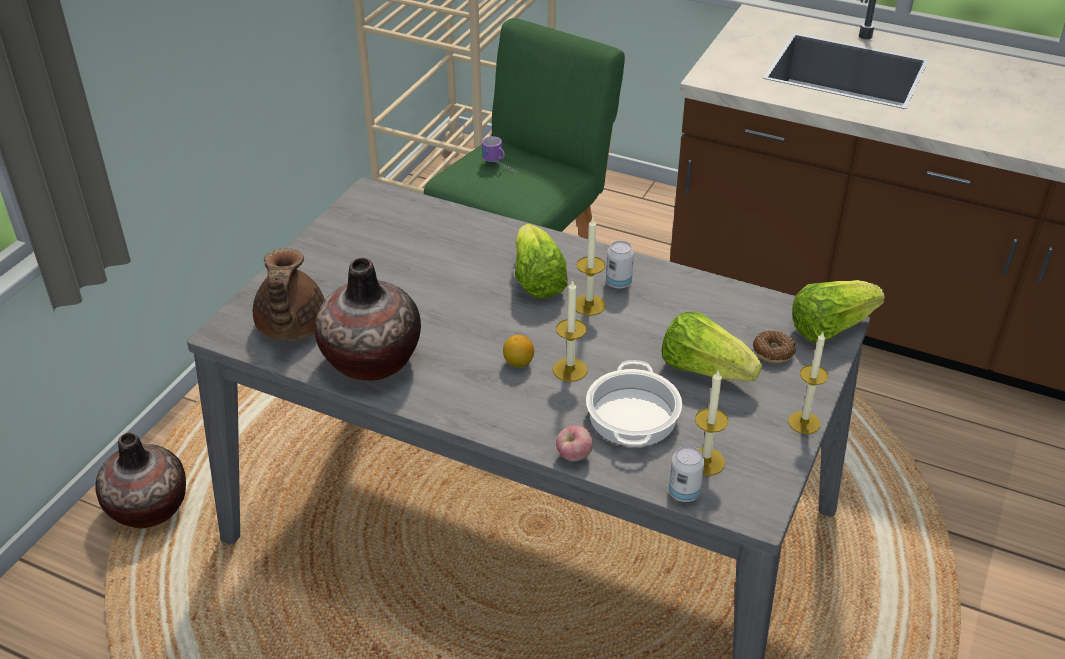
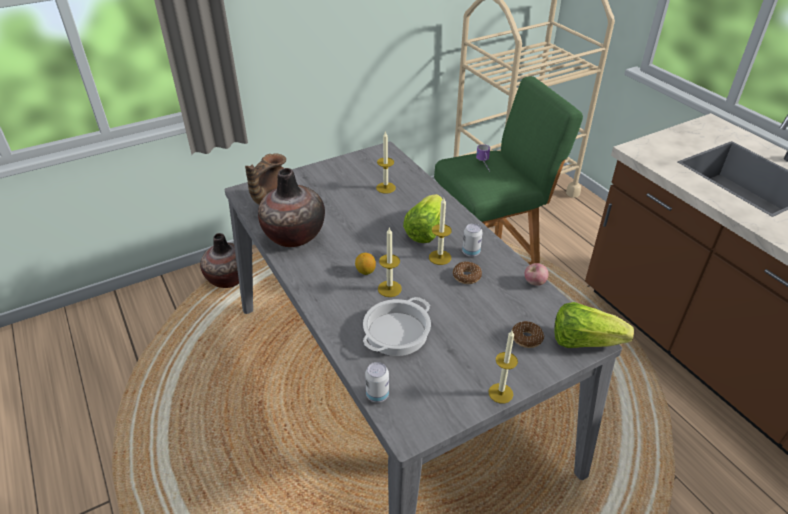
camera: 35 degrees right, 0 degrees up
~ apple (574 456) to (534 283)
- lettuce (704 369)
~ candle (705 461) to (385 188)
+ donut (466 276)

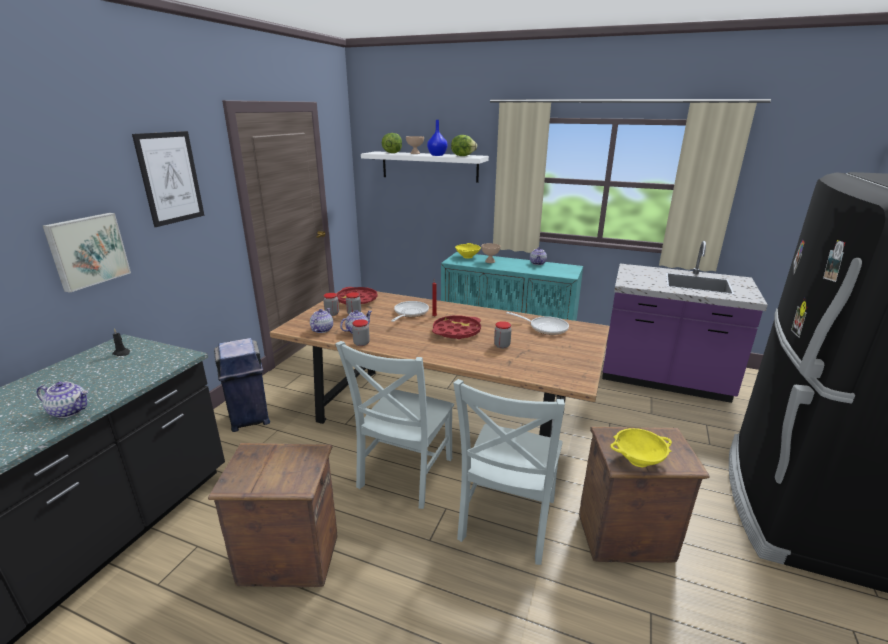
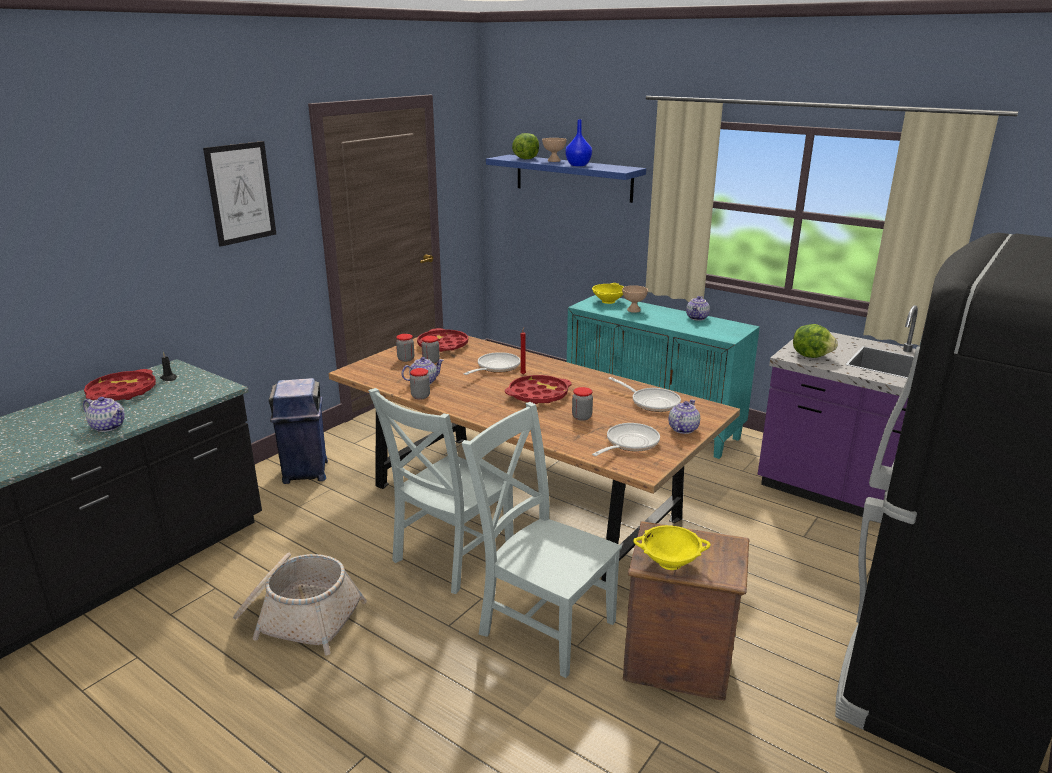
camera: 15 degrees right, 0 degrees up
- picture (87 250)
~ crate (290 560) to basket (298 617)
~ teapot (322 329) to (682 429)
~ white shelf (429 166) to blue shelf (573 178)
~ lettuce (463 156) to (811 355)
~ grey chair (506 522) = (543 624) 90 degrees clockwise
+ red tray (122 392)
+ frying pan (629 443)

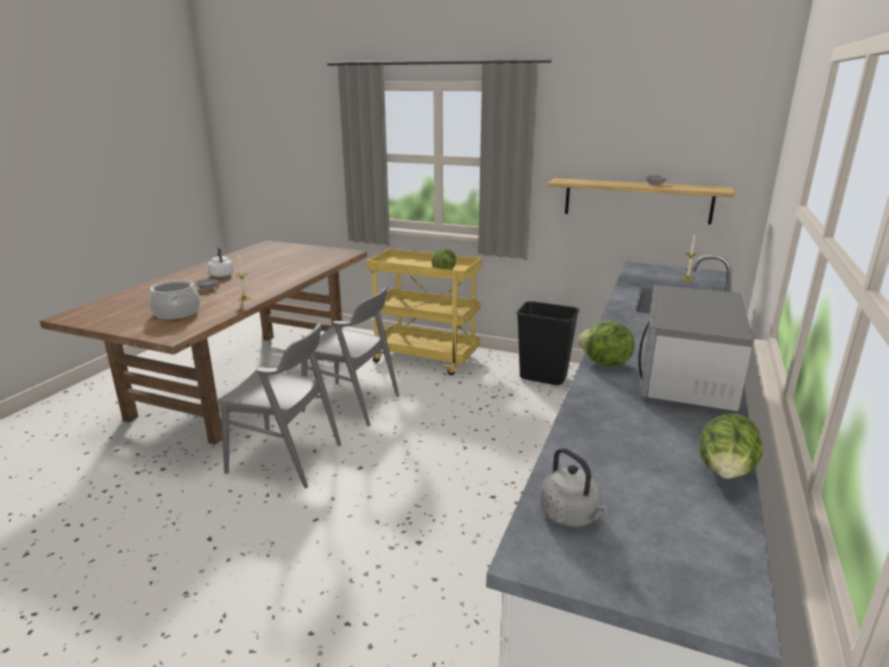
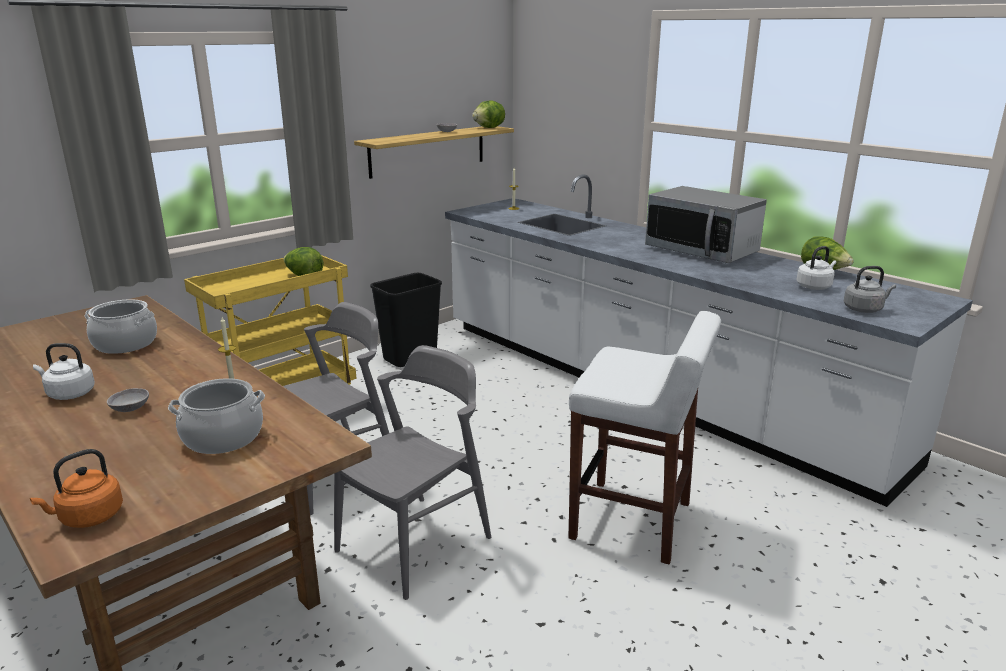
camera: 65 degrees left, 0 degrees up
~ lettuce (604 363) to (489 128)
+ orange kettle (88 518)
+ cooking pot (125 344)
+ white stool (633 521)
+ white kettle (814 286)

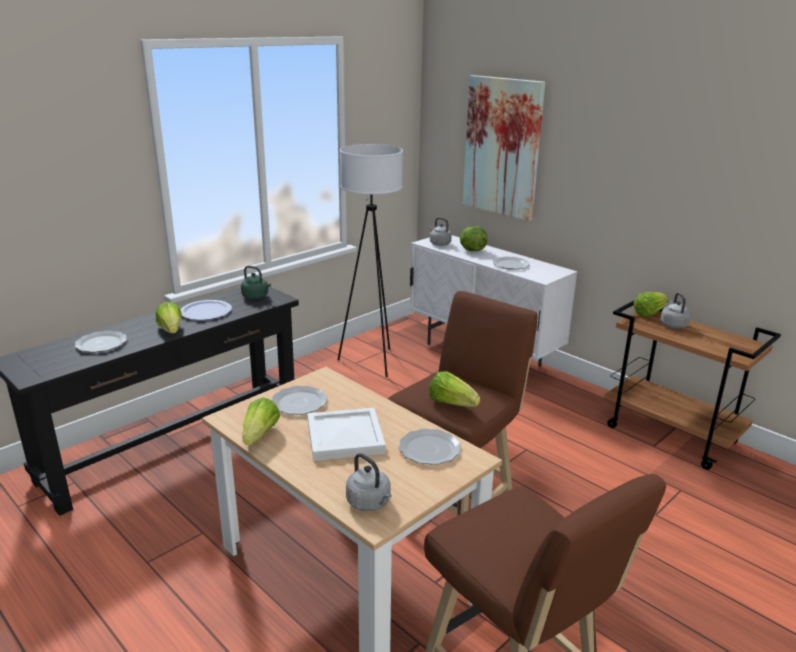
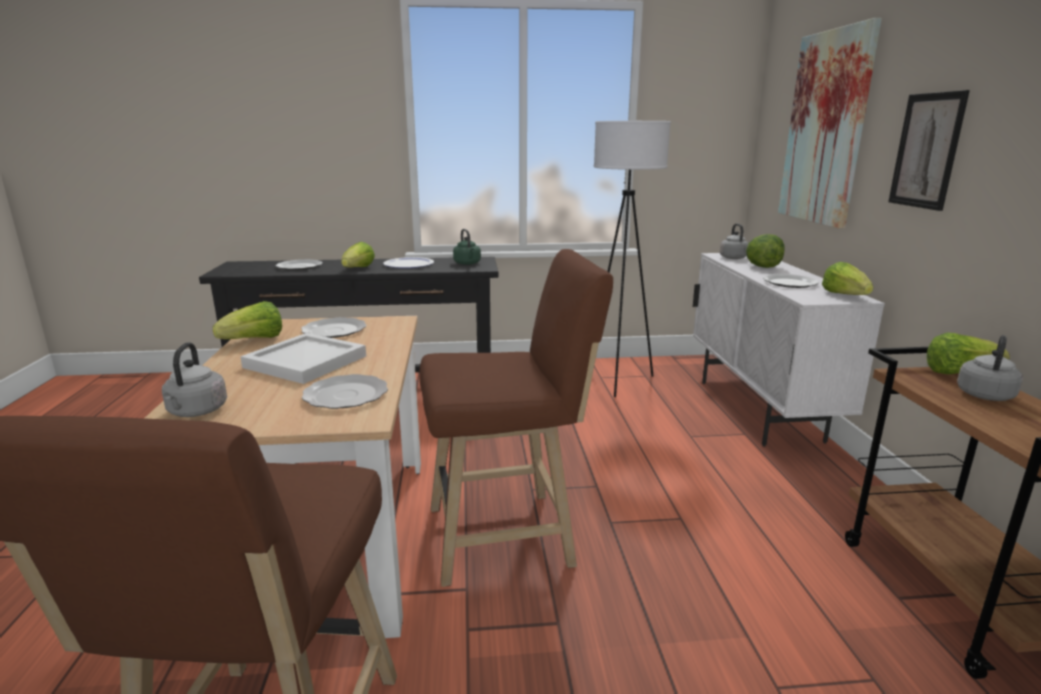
camera: 40 degrees right, 5 degrees down
~ lettuce (452 403) to (844 295)
+ picture (926 151)

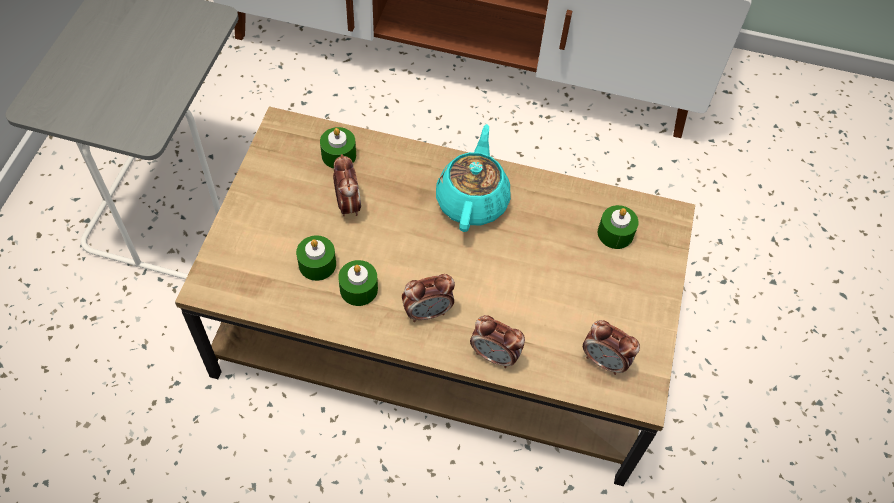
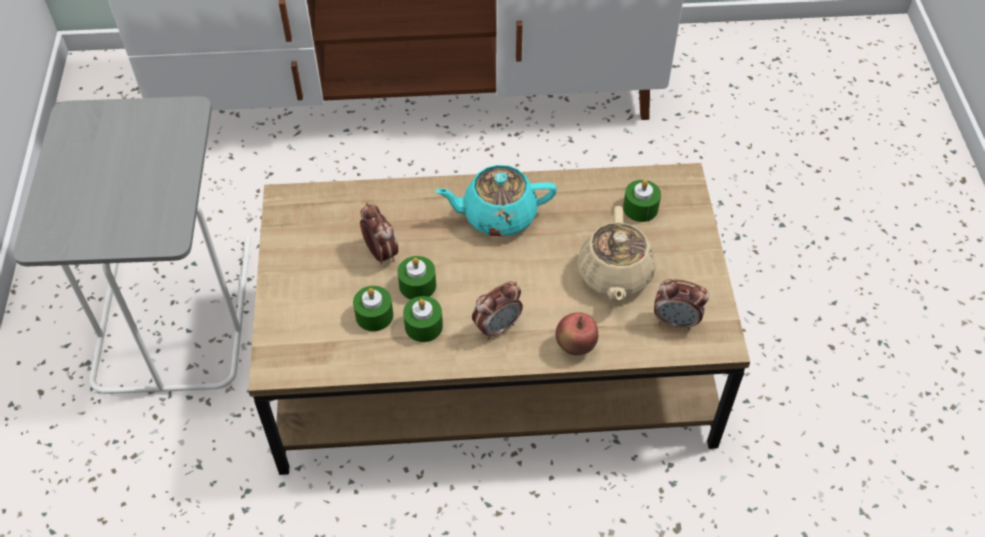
camera: 15 degrees left, 5 degrees down
~ green candle (339 155) to (417 285)
~ turquoise teapot (472 200) = (497 215) 90 degrees counterclockwise
~ alarm clock (495 355) to apple (575 346)
+ beige teapot (614 276)

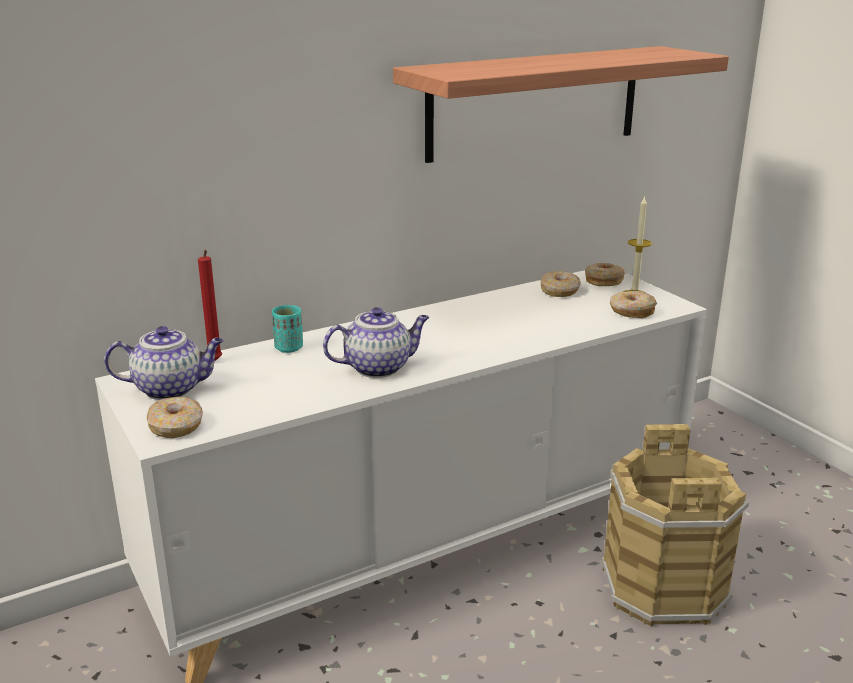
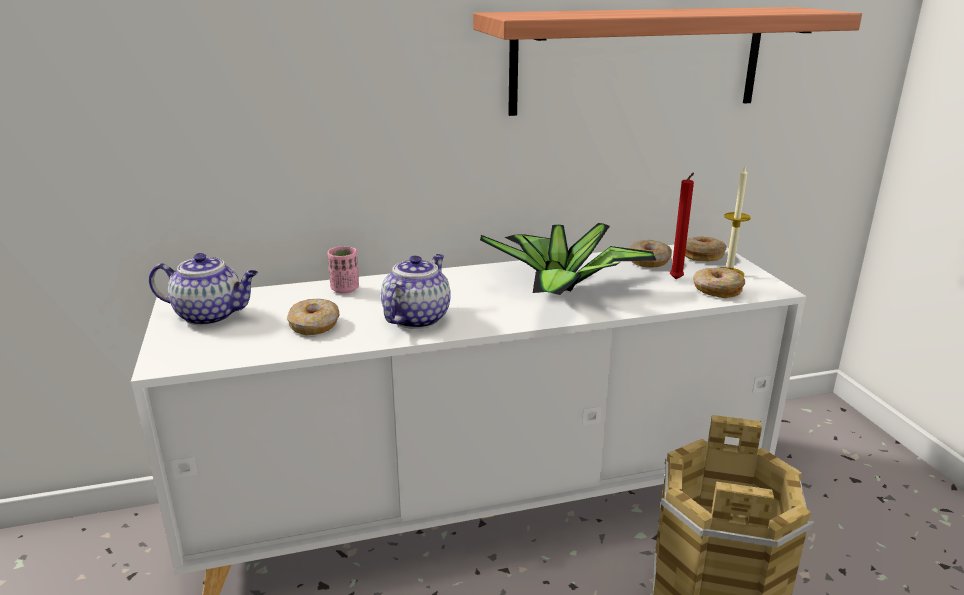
camera: 15 degrees right, 0 degrees up
~ donut (176 426) to (314 325)
~ red candle (215 361) to (676 280)
~ turquoise cup (289 348) to pink cup (345 289)
~ teapot (379 367) = (416 318) 60 degrees counterclockwise
+ potted plant (563 290)

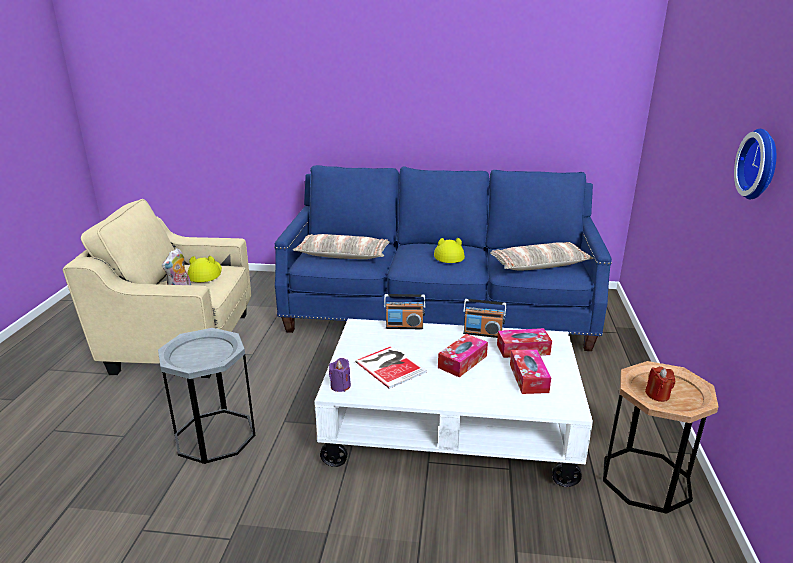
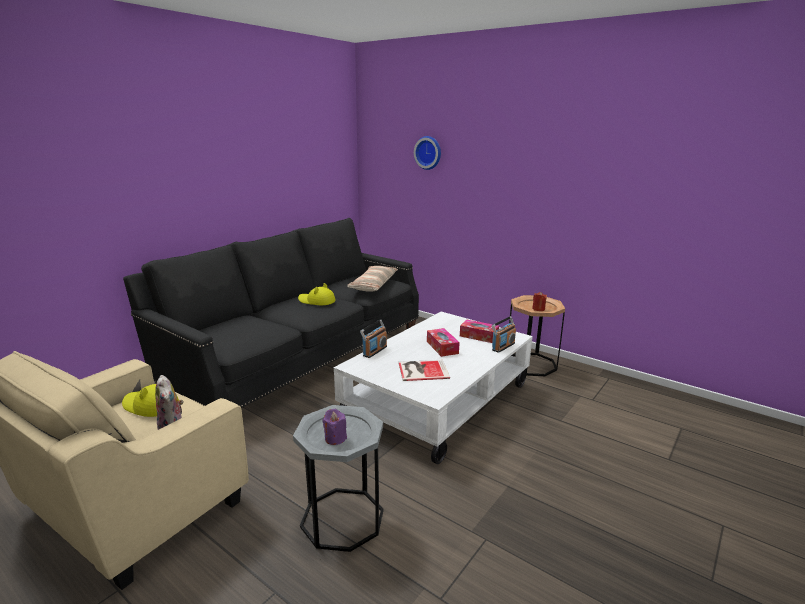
camera: 60 degrees left, 5 degrees down
~ blue sofa (439 311) to black sofa (299 356)
- pillow (343 255)
~ purple candle (340 386) to (335 438)
~ radio (482 333) to (503 346)
- tissue box (523 349)
~ wall clock (761 164) to (428 152)

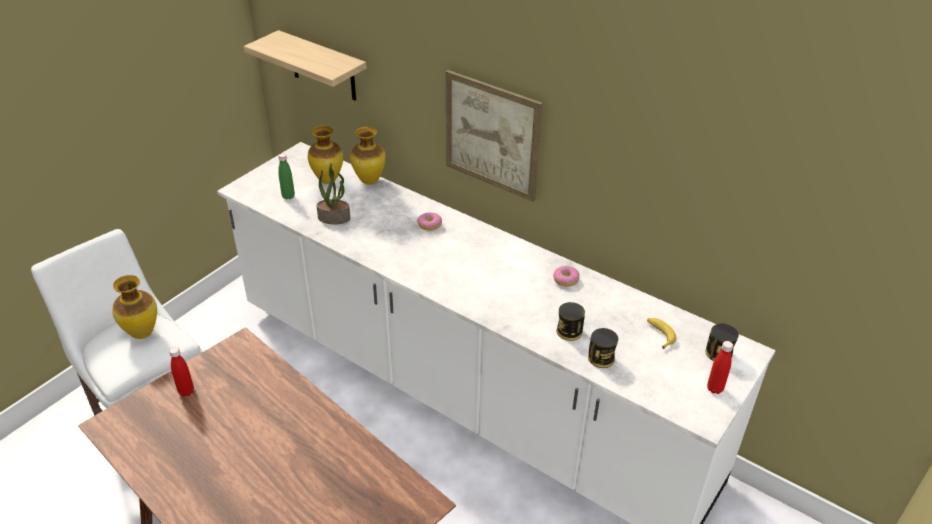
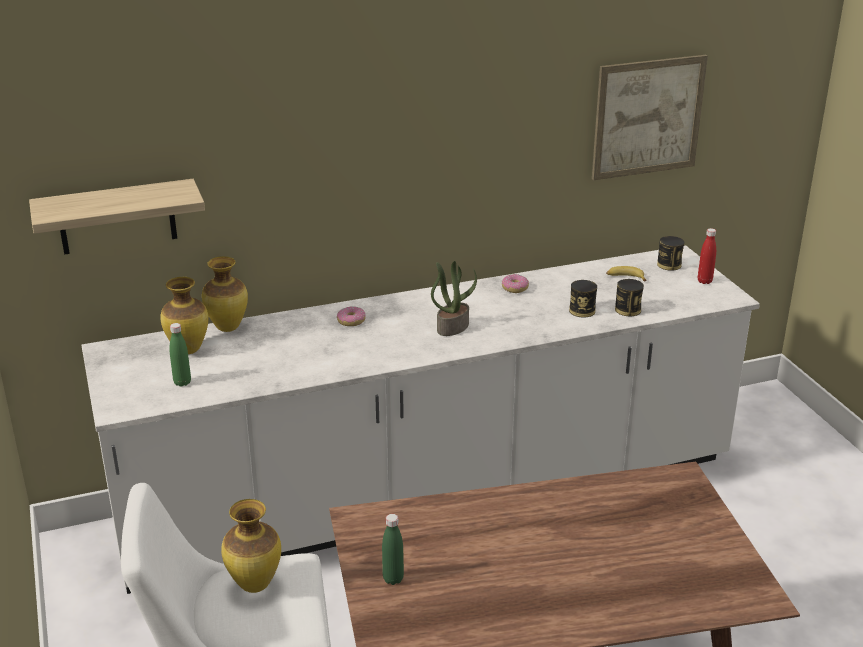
camera: 55 degrees left, 10 degrees down
~ red bottle (186 391) to green bottle (393 579)
~ potted plant (334 218) to (452 327)
~ picture (492 135) to (647 117)

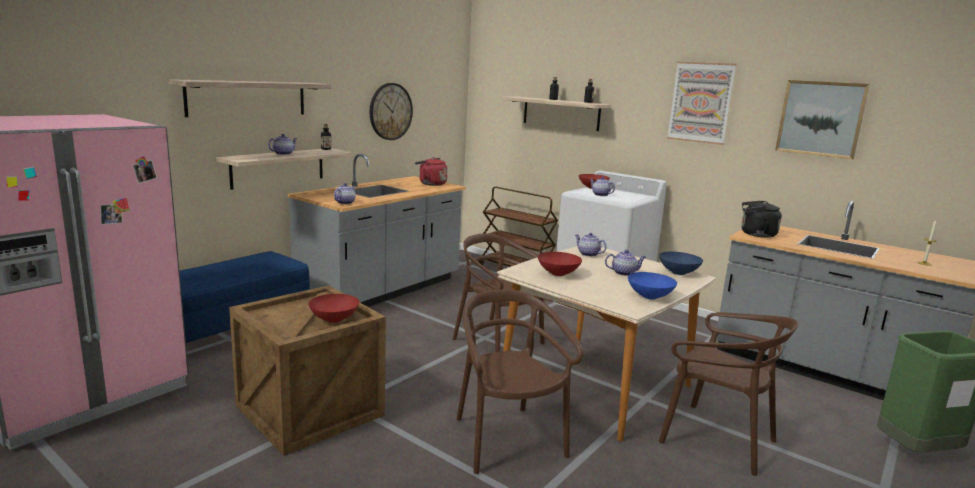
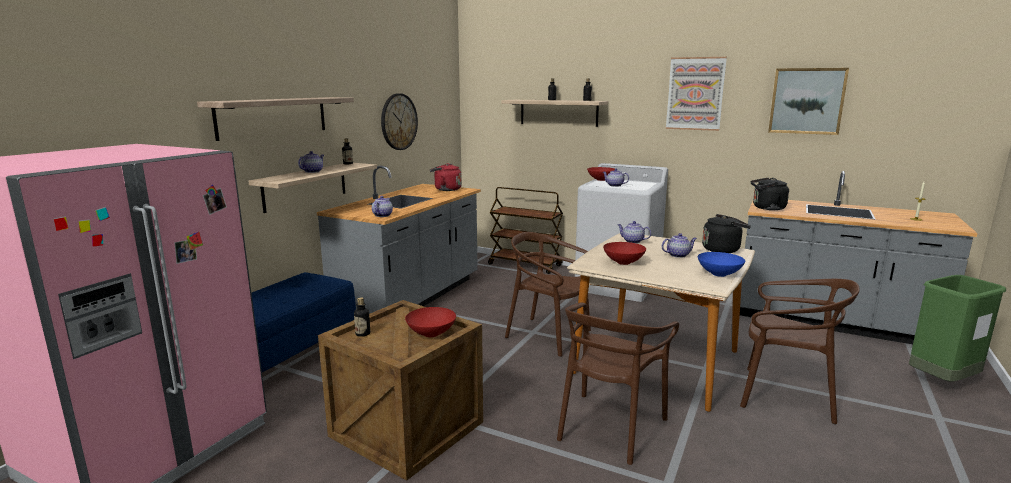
camera: 10 degrees left, 0 degrees up
~ brown chair (506 439) = (609 427) 120 degrees counterclockwise
~ blue bowl (679 273) to black kettle (723 249)
+ bottle (363 334)

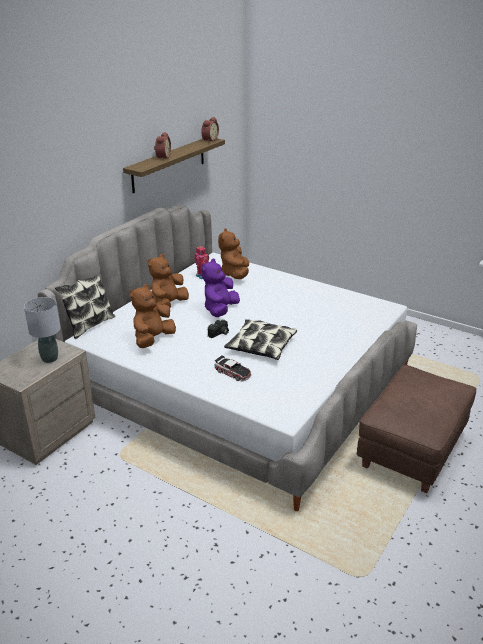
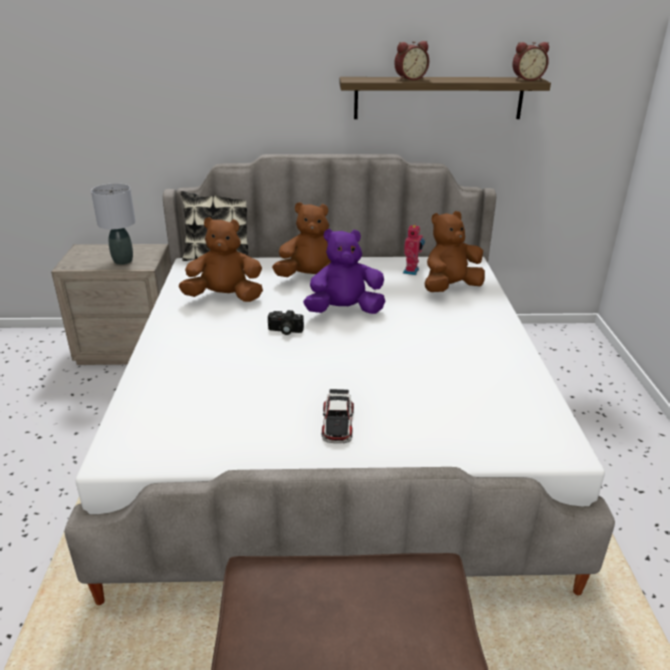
camera: 55 degrees right, 0 degrees up
~ toy car (233 372) to (337 423)
- pillow (261 346)

